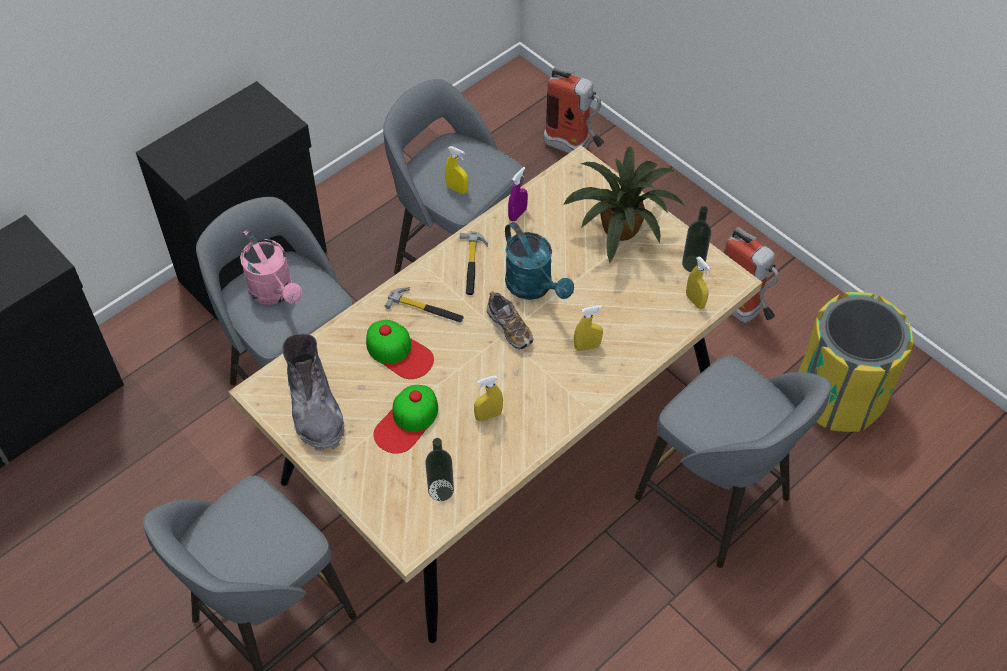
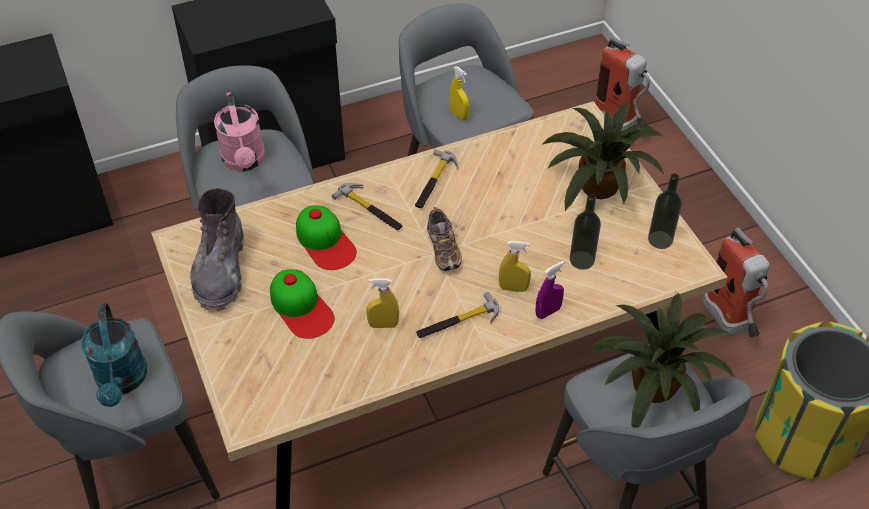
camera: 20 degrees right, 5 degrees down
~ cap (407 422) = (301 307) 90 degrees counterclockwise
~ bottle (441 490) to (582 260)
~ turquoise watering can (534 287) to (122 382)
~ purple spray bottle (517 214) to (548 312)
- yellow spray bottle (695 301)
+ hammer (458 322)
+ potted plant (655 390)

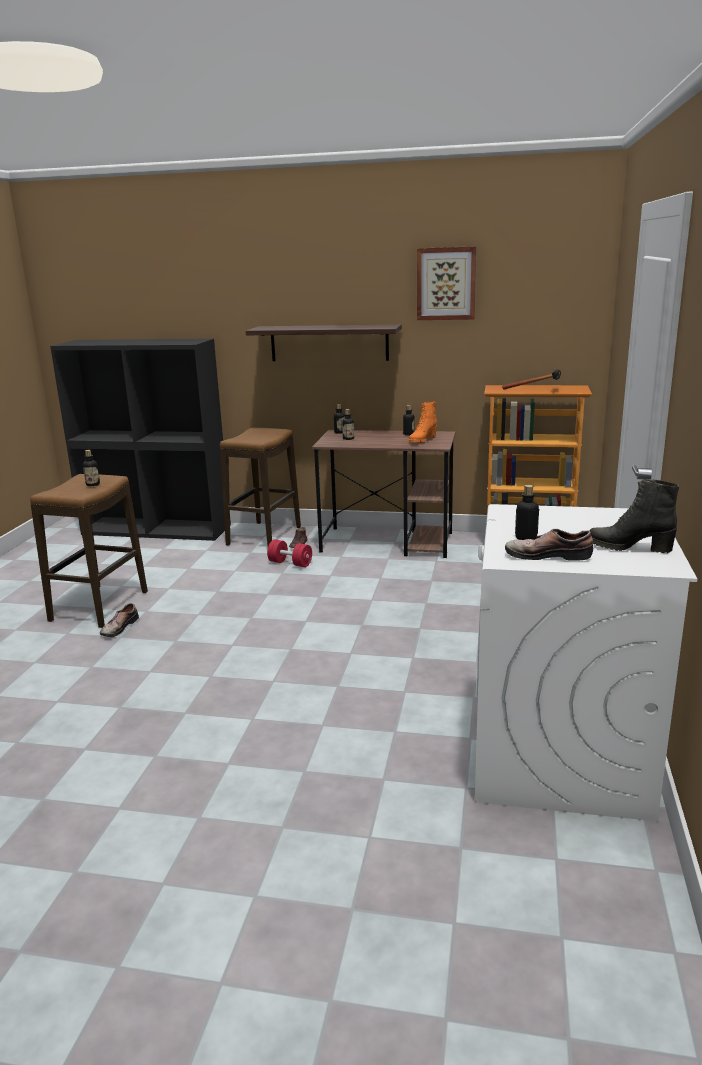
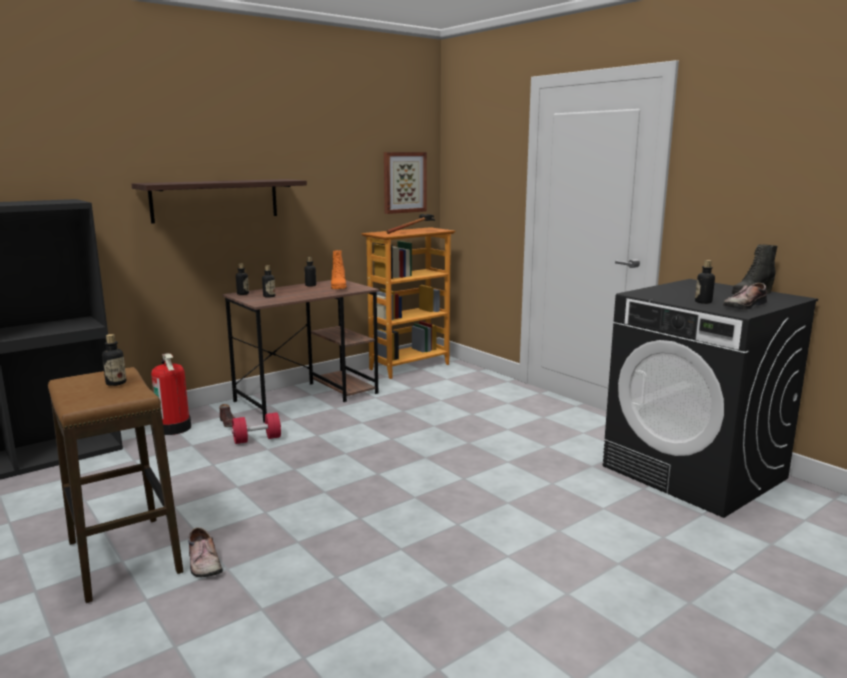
camera: 50 degrees left, 5 degrees down
~ stool (264 536) to fire extinguisher (174 428)
~ picture (446 283) to (404 182)
~ white washing machine (559 755) to black washing machine (695 472)

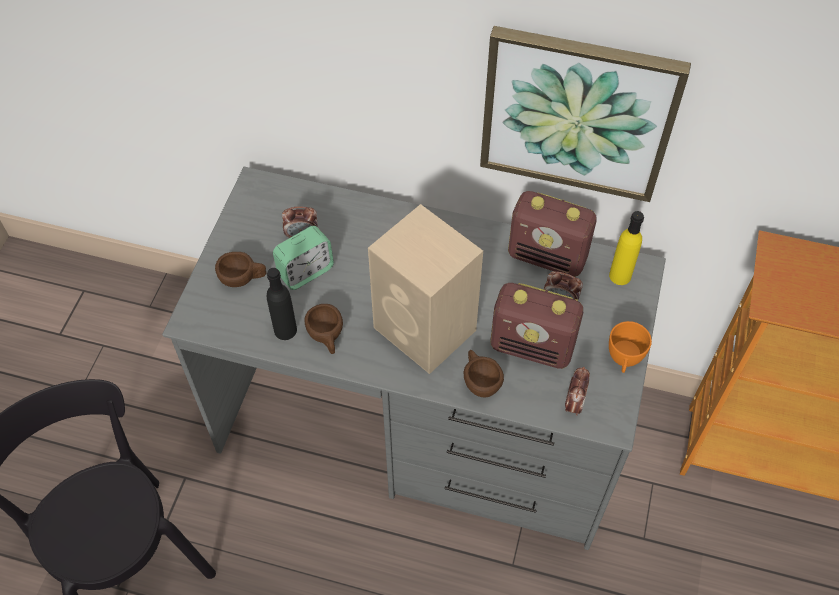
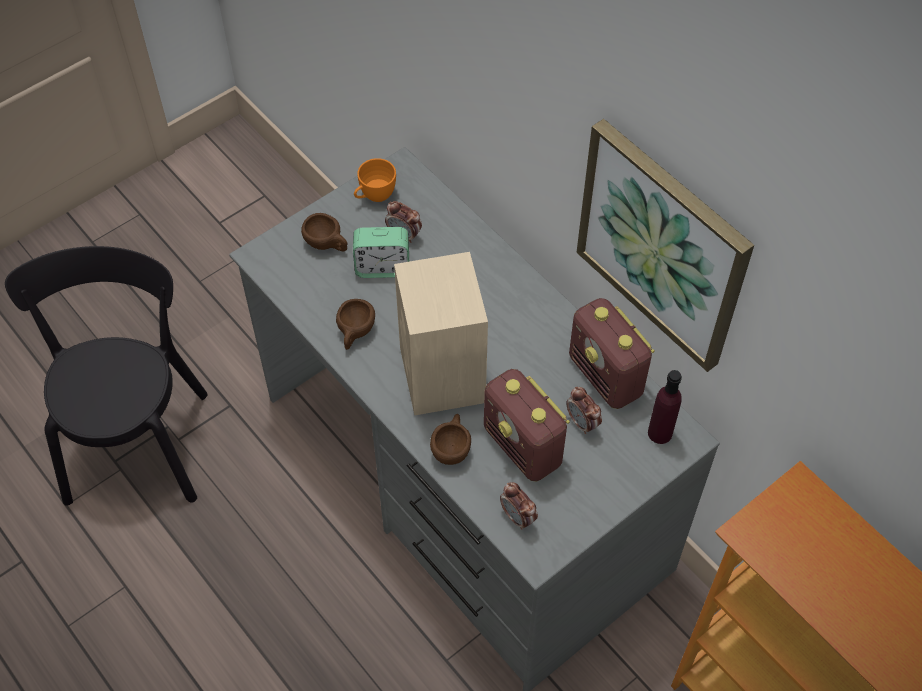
camera: 35 degrees right, 0 degrees up
- black bottle (285 330)
~ alarm clock (574 403) = (518 517) 90 degrees clockwise
~ yellow bottle (620 275) to purple bottle (660 433)
~ orange cup (623 360) to (374 196)

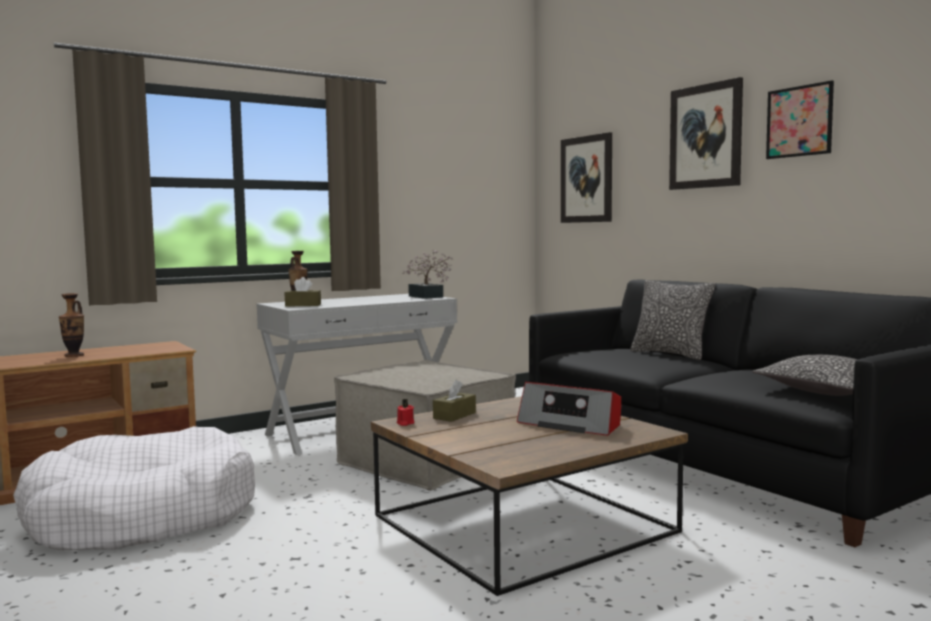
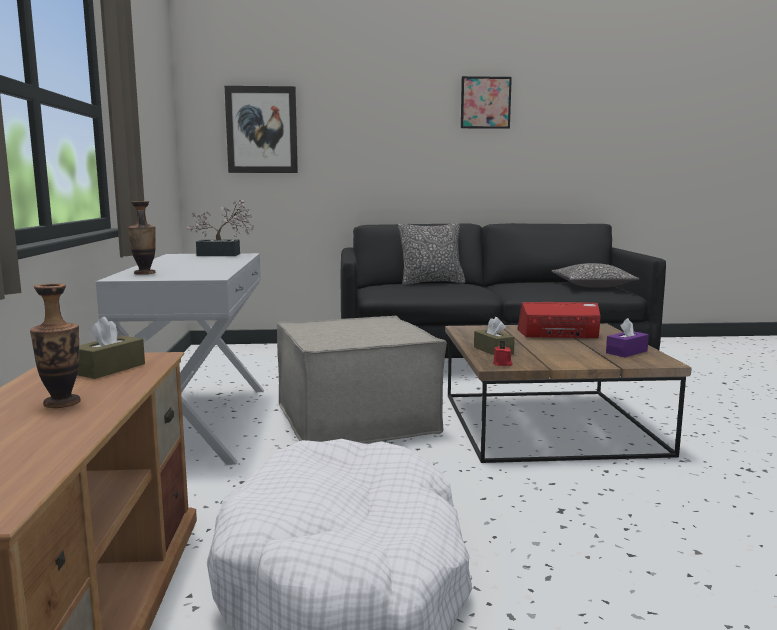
camera: 60 degrees left, 5 degrees up
~ brown tissue box (303 305) to (109 369)
~ radio (570 424) = (559 335) 150 degrees counterclockwise
- picture (705 136)
+ purple tissue box (626 352)

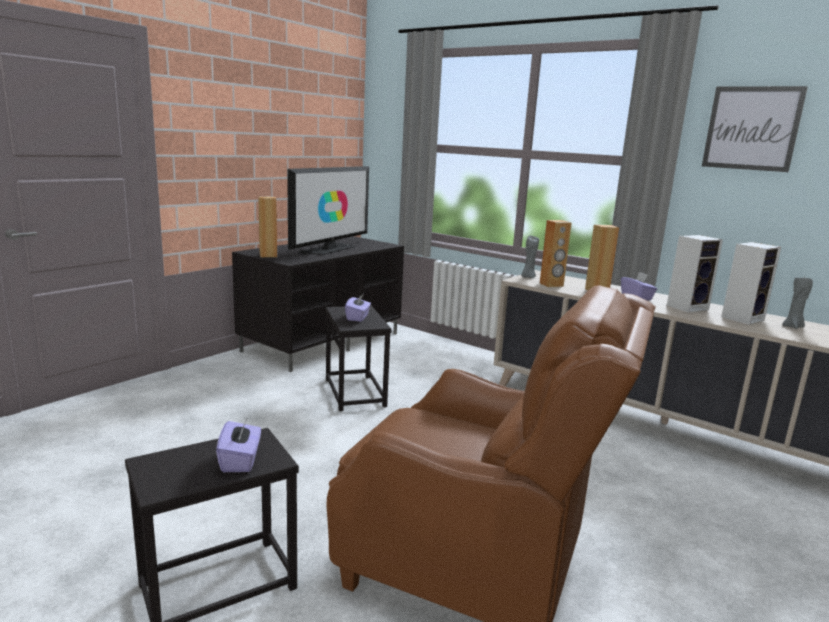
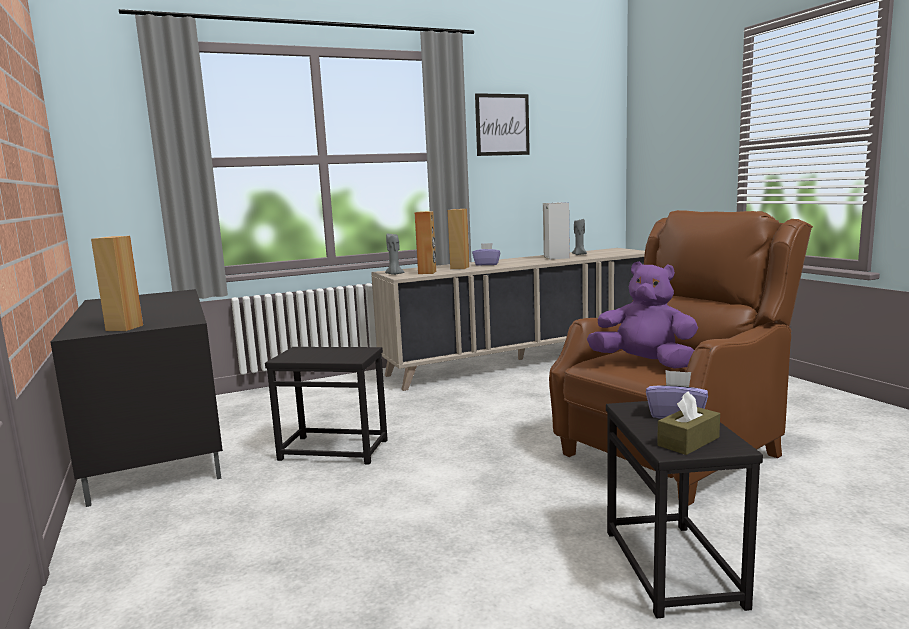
camera: 60 degrees left, 5 degrees down
- television (329 249)
- purple tissue box (358 317)
- speaker (687 307)
+ purple plush toy (644 363)
+ brown tissue box (688 441)

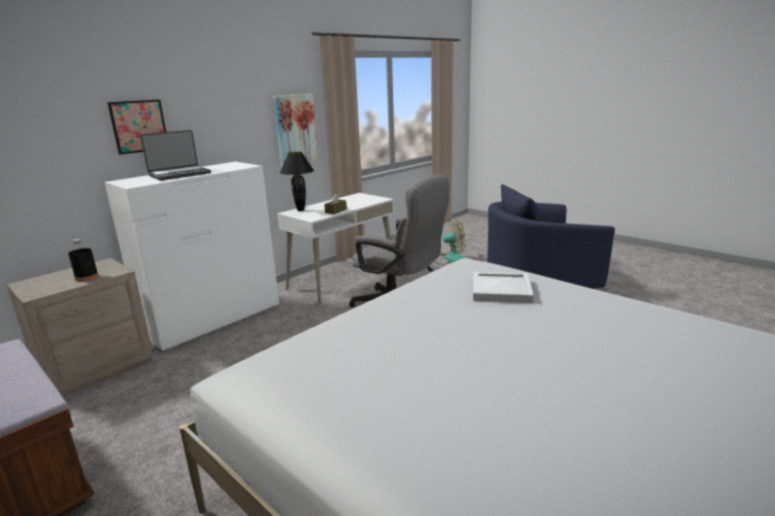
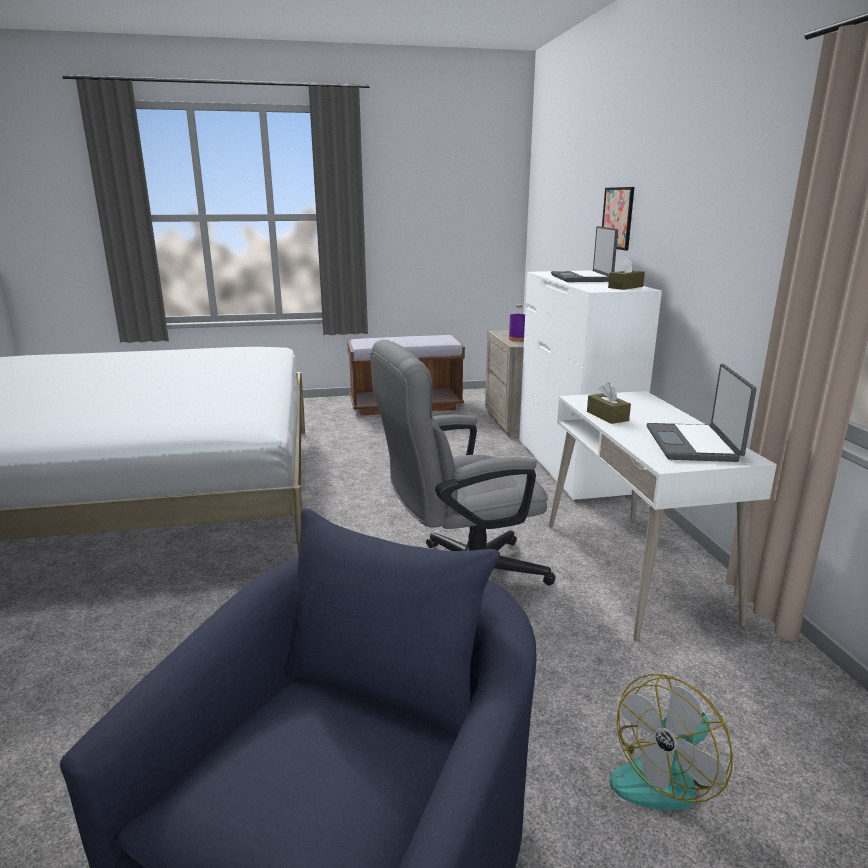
camera: 125 degrees right, 0 degrees up
~ black bottle (86 277) to purple bottle (517 339)
- picture (295 130)
- black table lamp (300 210)
- white tray (502 290)
+ brown tissue box (625 287)
+ laptop (693 444)

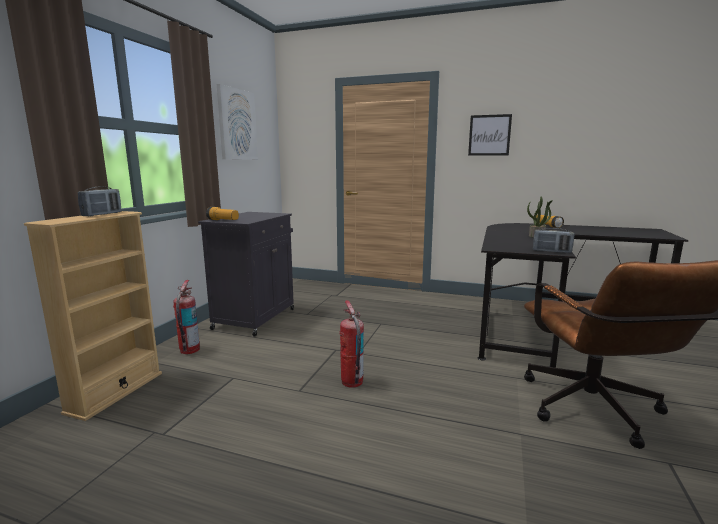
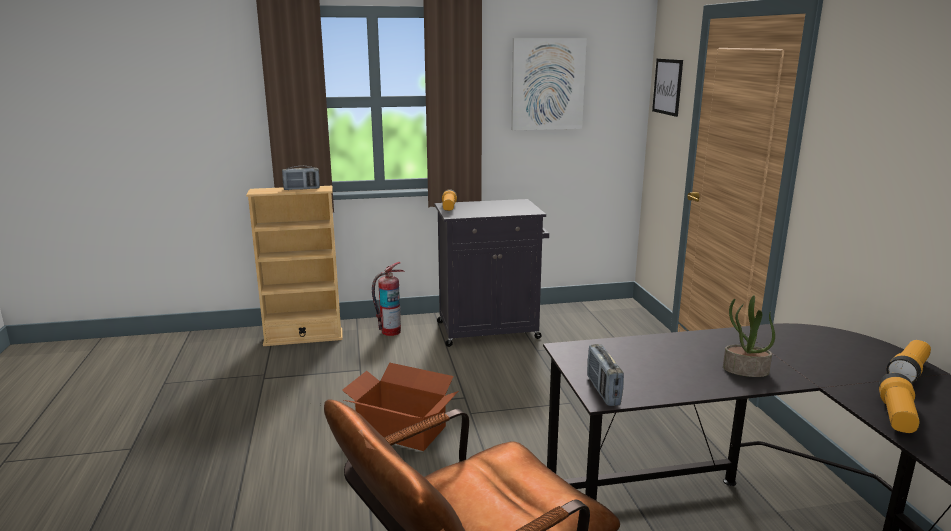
camera: 60 degrees right, 5 degrees up
~ fire extinguisher (352 382) to cardboard box (401 429)
~ picture (489 135) to (667 86)
+ flashlight (896 416)

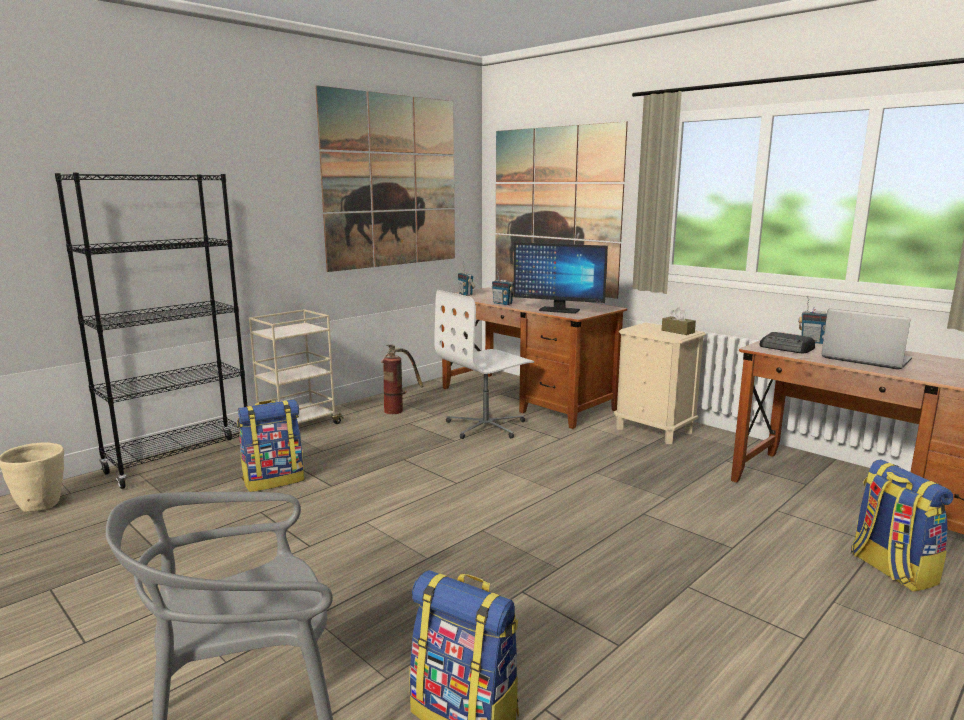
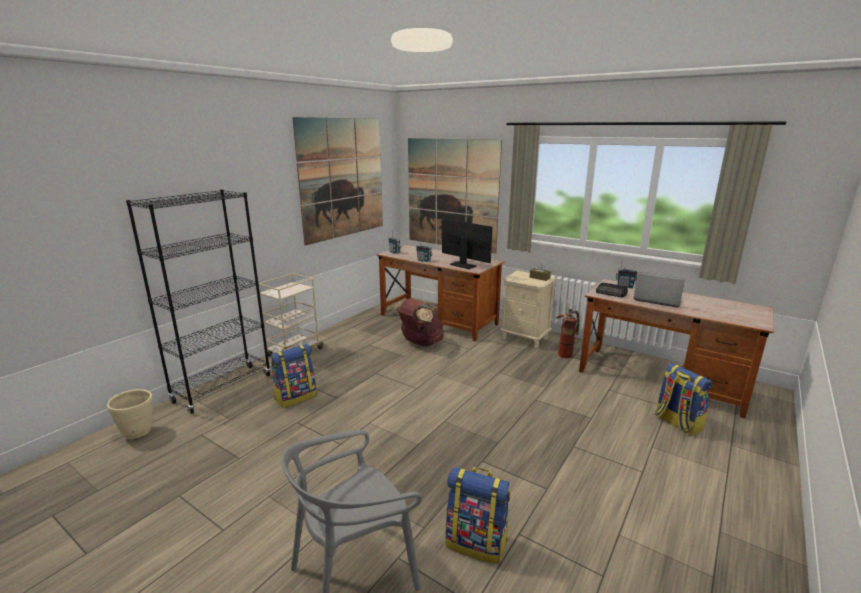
camera: 10 degrees left, 5 degrees up
~ fire extinguisher (398 409) to (566 352)
~ white office chair (486 426) to brown backpack (420 343)
~ monitor (559 310) = (463 265) 150 degrees counterclockwise

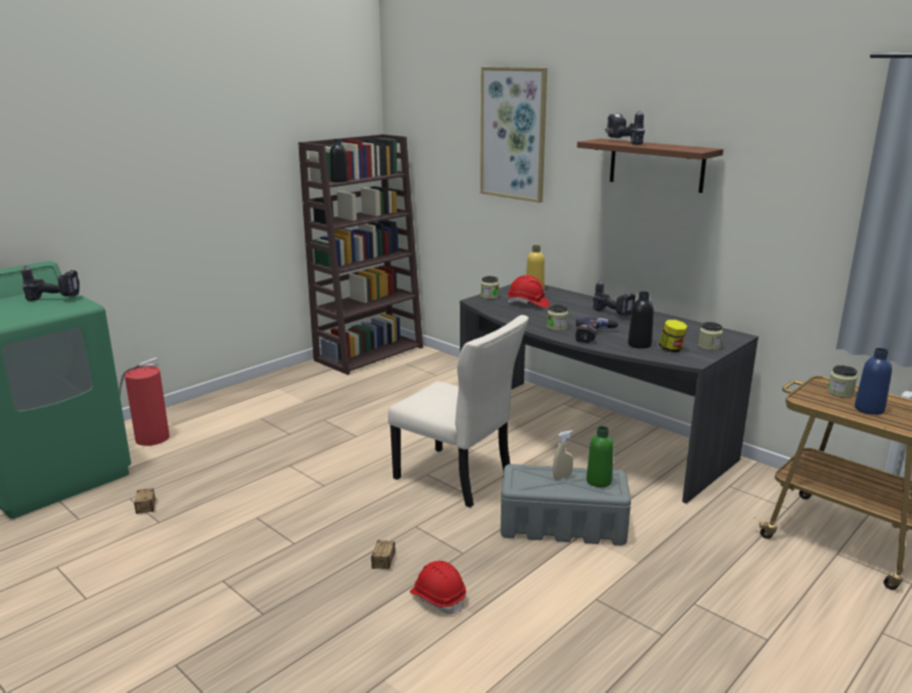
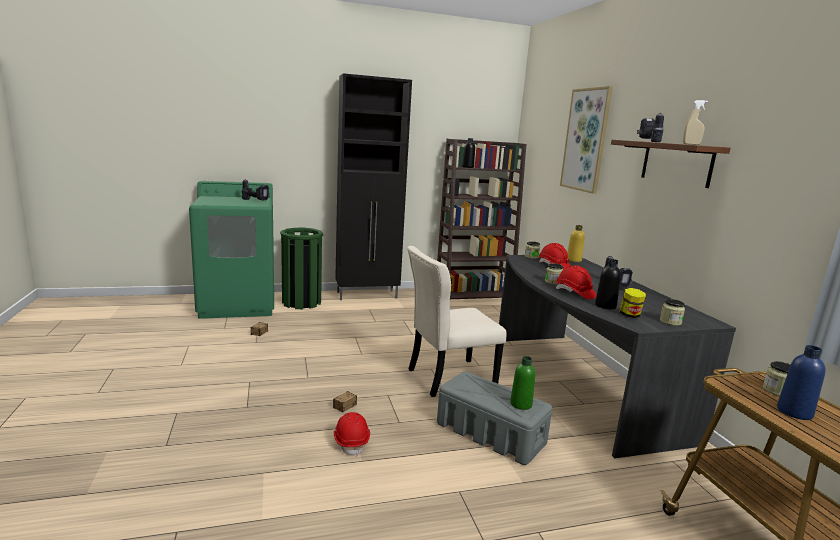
camera: 30 degrees right, 5 degrees down
~ fire extinguisher (150 438) to green trash can (301 302)
~ beige chair (456 478) = (448 378) 90 degrees clockwise
~ beige spray bottle (562 477) to (691 144)
~ power drill (594 336) to red hard hat (574 293)
+ black cabinet (368 295)

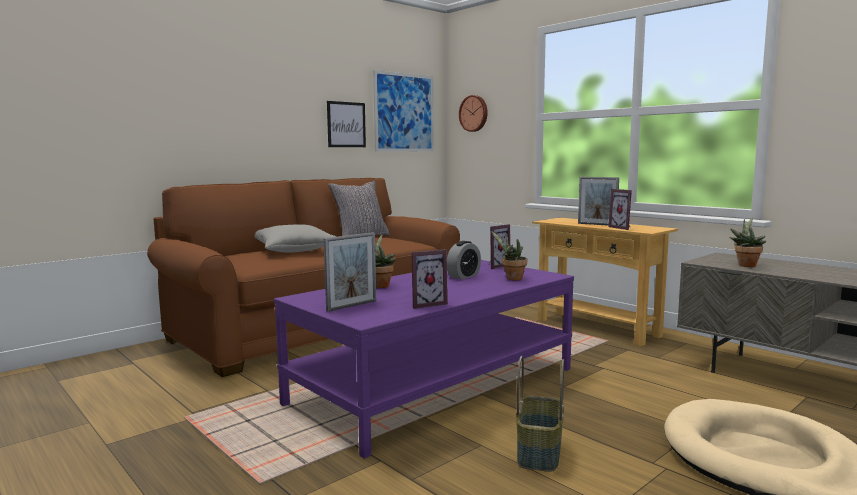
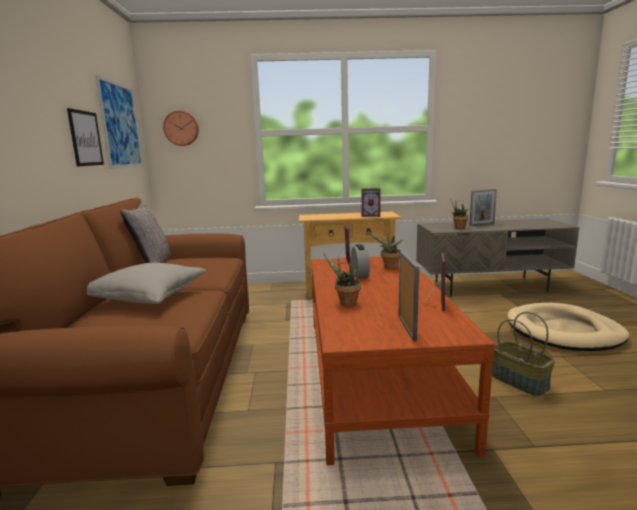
camera: 50 degrees left, 5 degrees up
~ purple coffee table (436 385) to brown coffee table (375 373)
~ picture frame (597 224) to (481 224)

